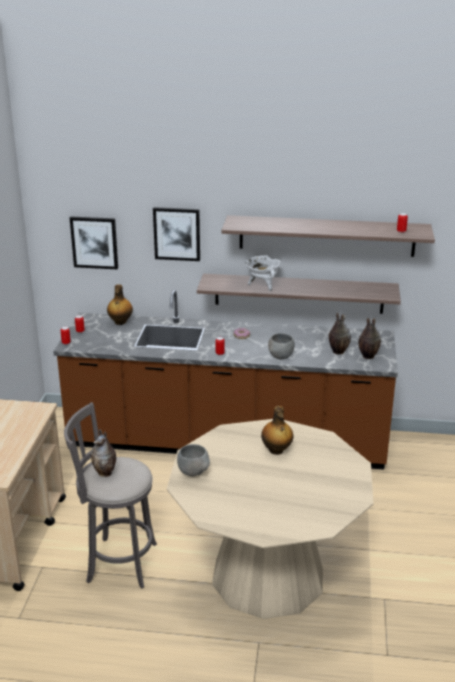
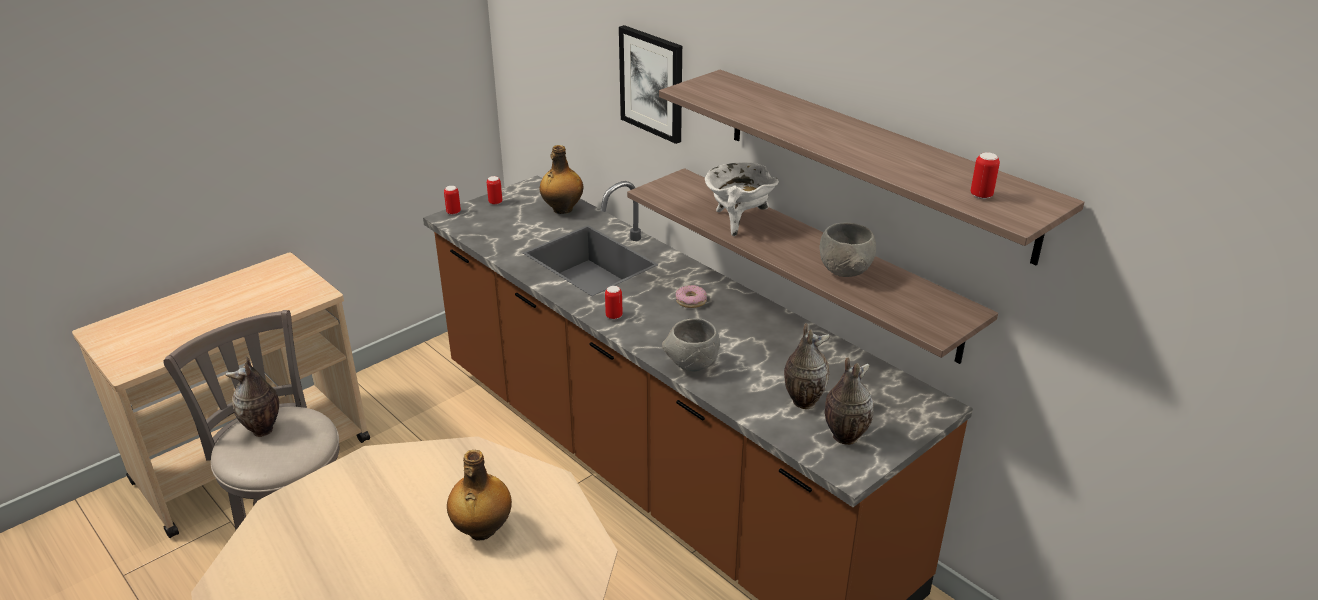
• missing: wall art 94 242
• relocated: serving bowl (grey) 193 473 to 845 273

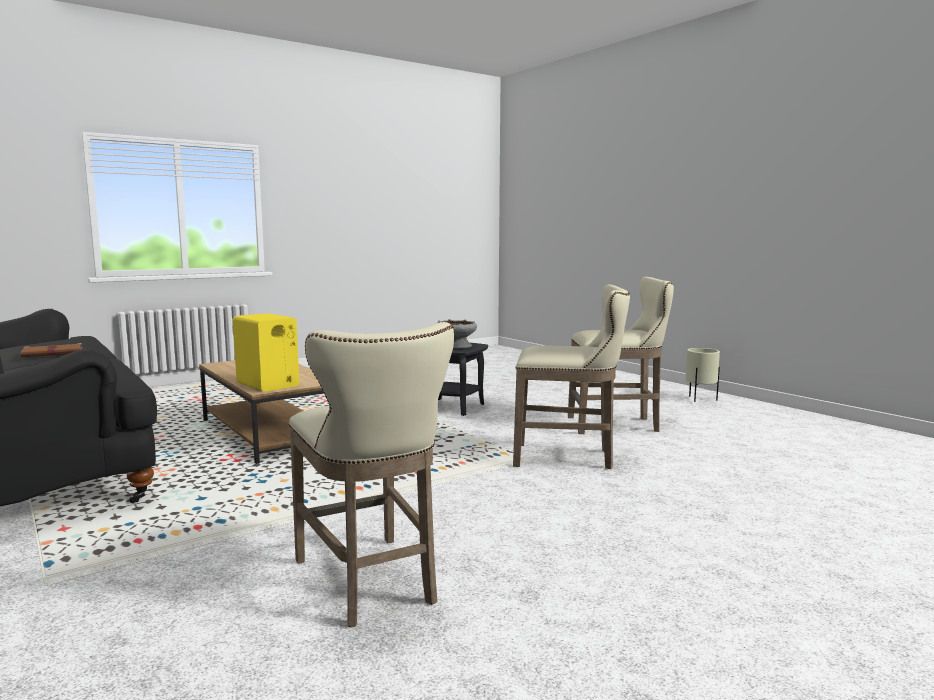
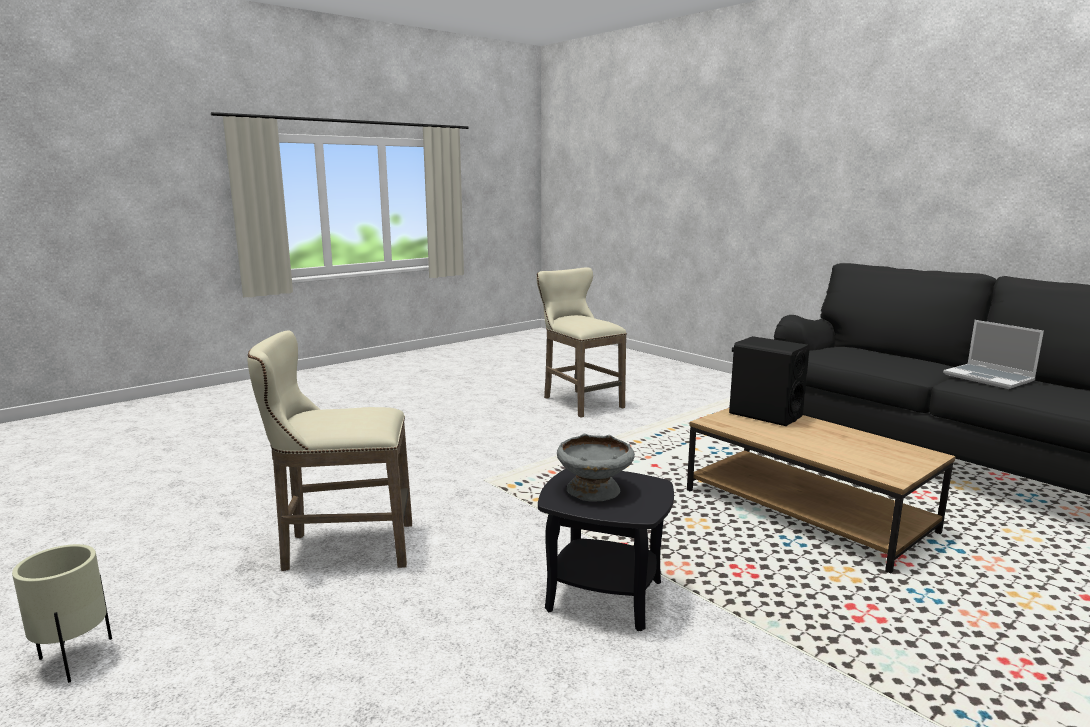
• missing: stool (beige-coloured) 569 458
• colour: loudspeaker (yellow) 268 384 to loudspeaker (blackish) 765 415
• exchanged: volume (brown) 54 353 to laptop 989 378

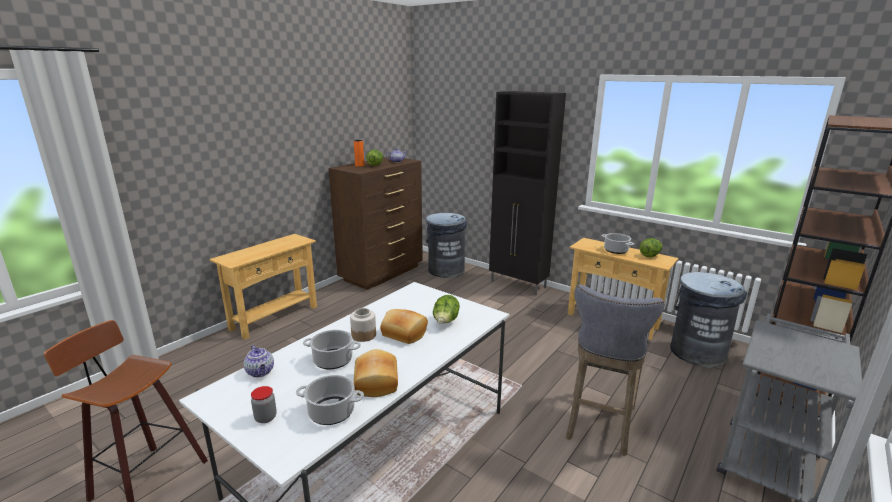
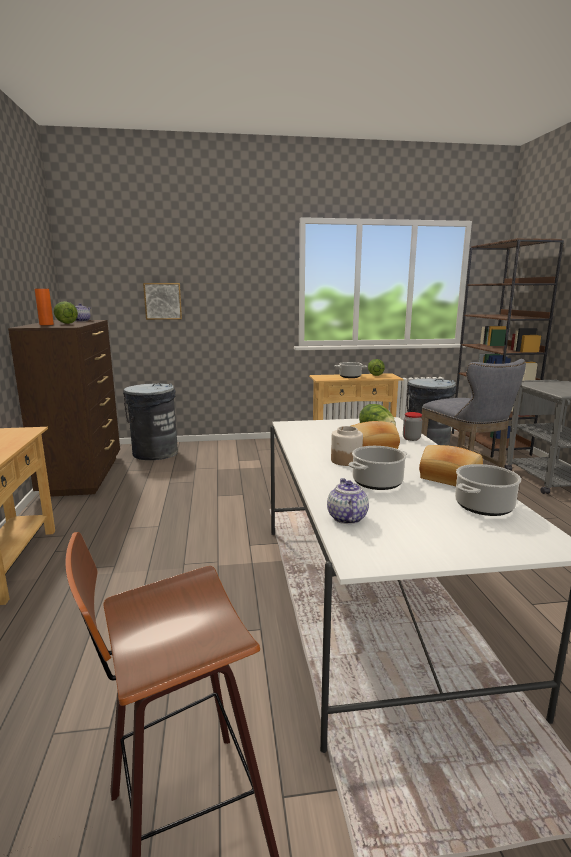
• missing: cabinet (blackish) 518 285
• spun: pot for tea 261 372 = 346 517 105 degrees counterclockwise
• relocated: storage jar 265 417 to 411 438
• appeared: wall art 163 301

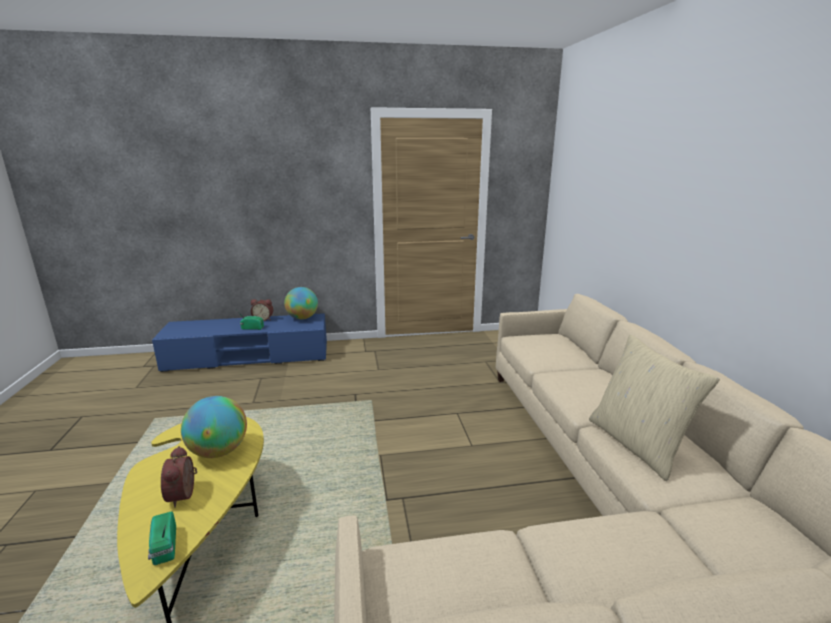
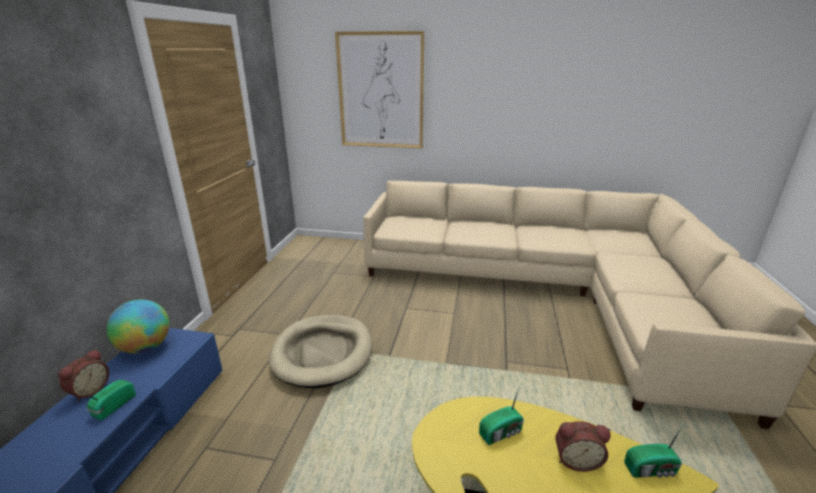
• missing: pillow (beige-coloured) 637 444
• exchanged: desk globe 219 451 to radio receiver 502 432
• appeared: wall art 381 91
• appeared: pet bed (beige-coloured) 323 353

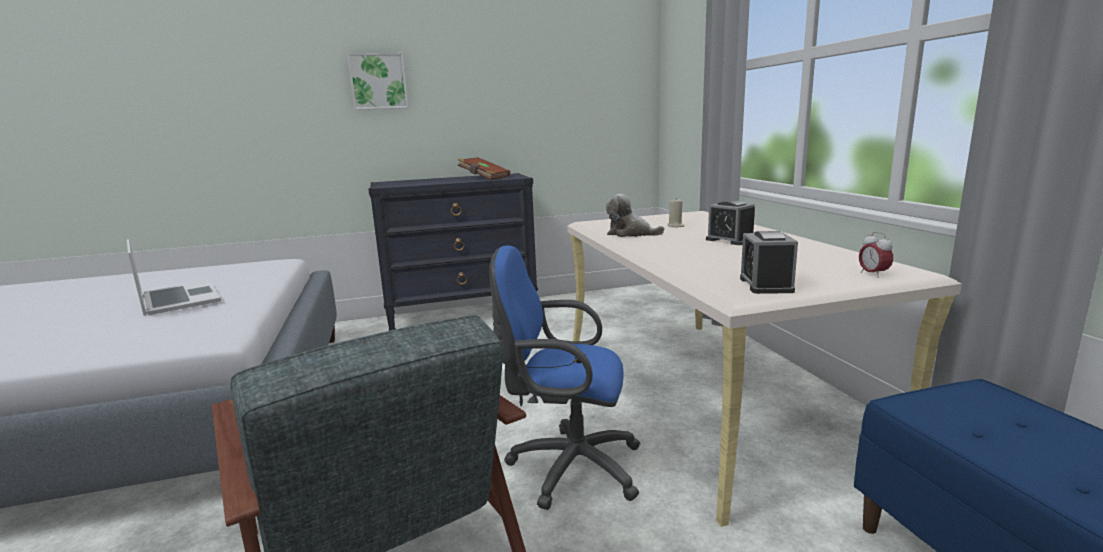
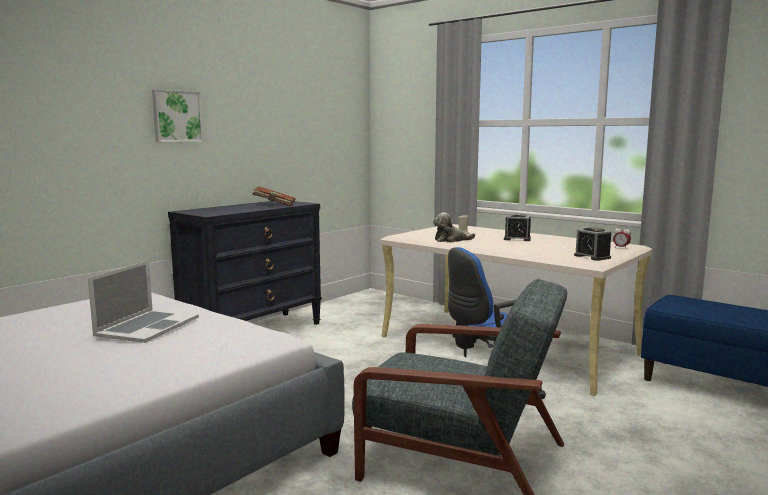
• spun: laptop 178 298 = 147 326 90 degrees clockwise

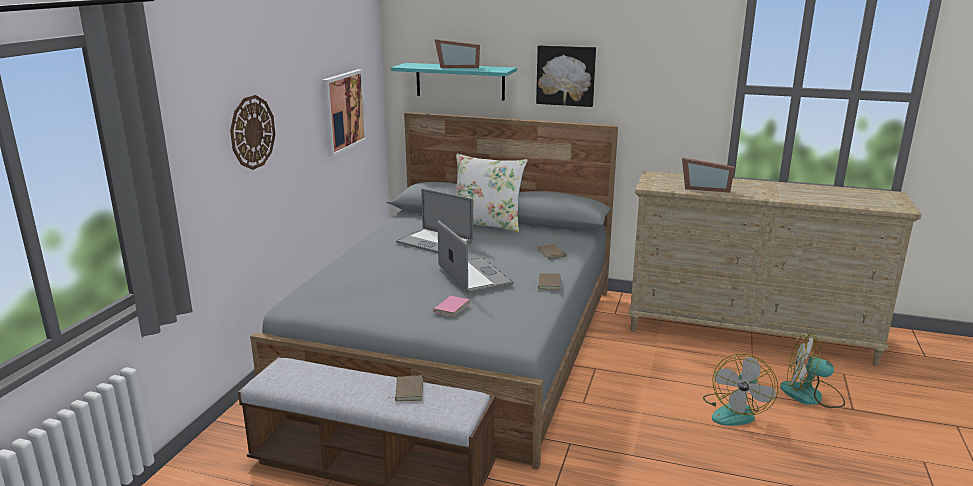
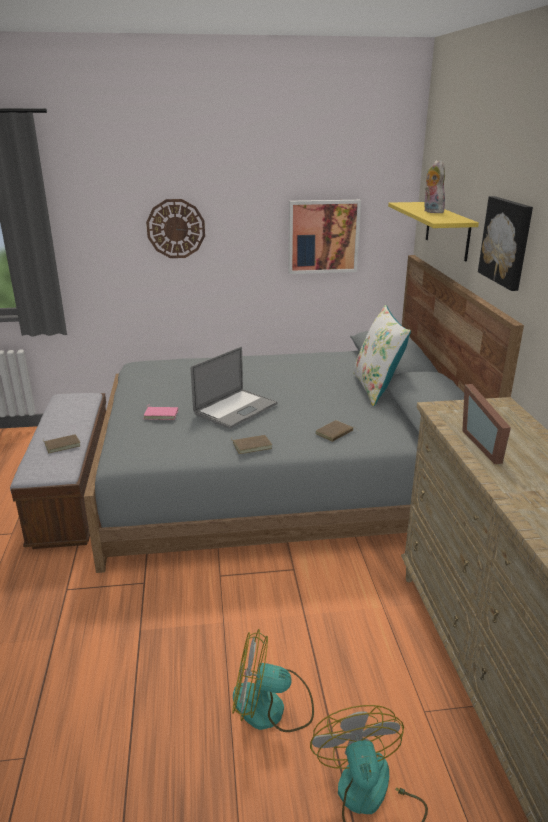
• exchanged: standing frame 457 67 to soft toy 431 211
• colour: bracket shelf (turquoise) 460 81 to bracket shelf (yellow) 447 230
• missing: laptop 435 242

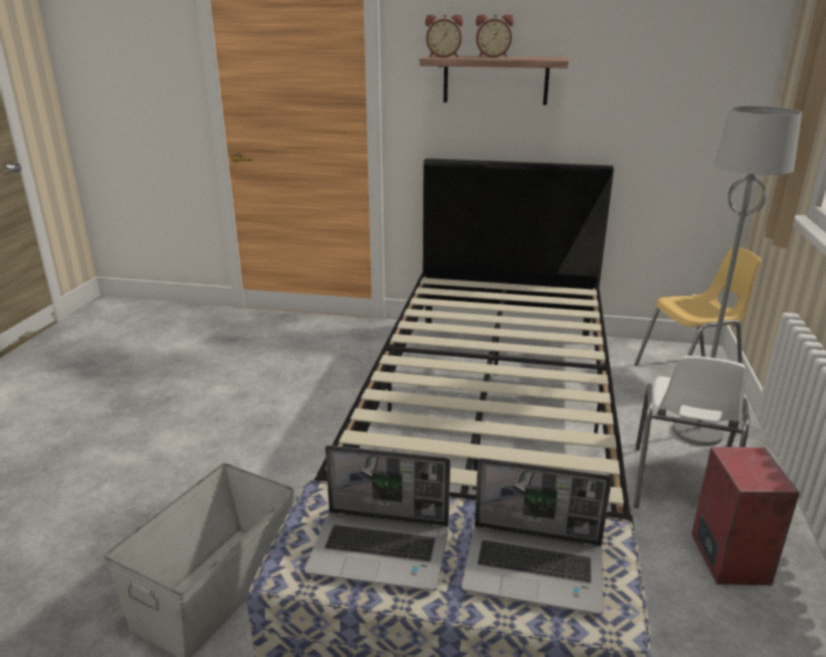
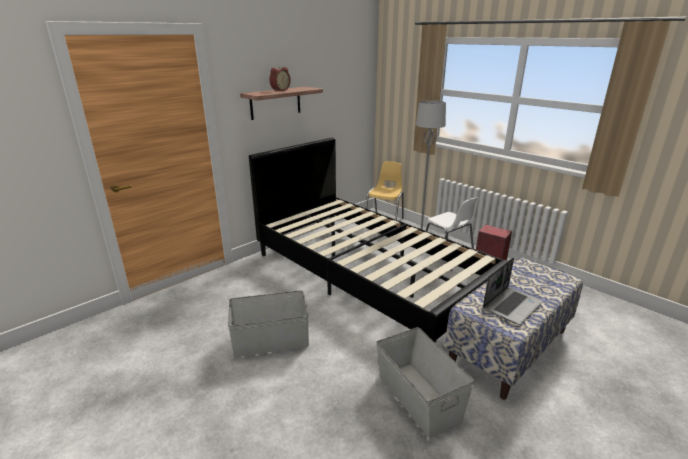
• missing: alarm clock 443 57
• missing: laptop 535 569
• appeared: storage box (grey) 270 340

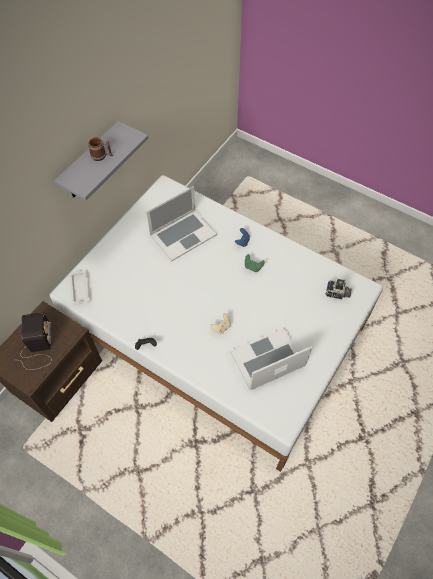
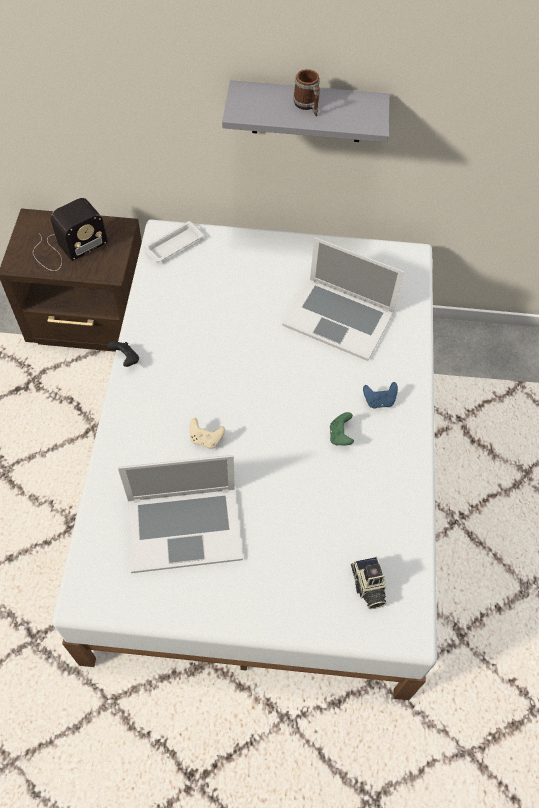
• spun: laptop 268 359 = 184 527 135 degrees clockwise

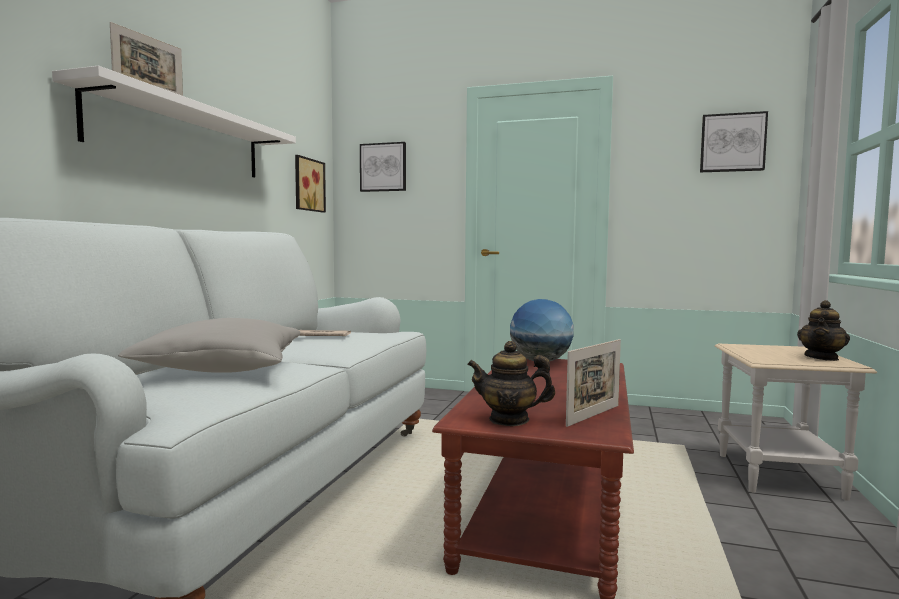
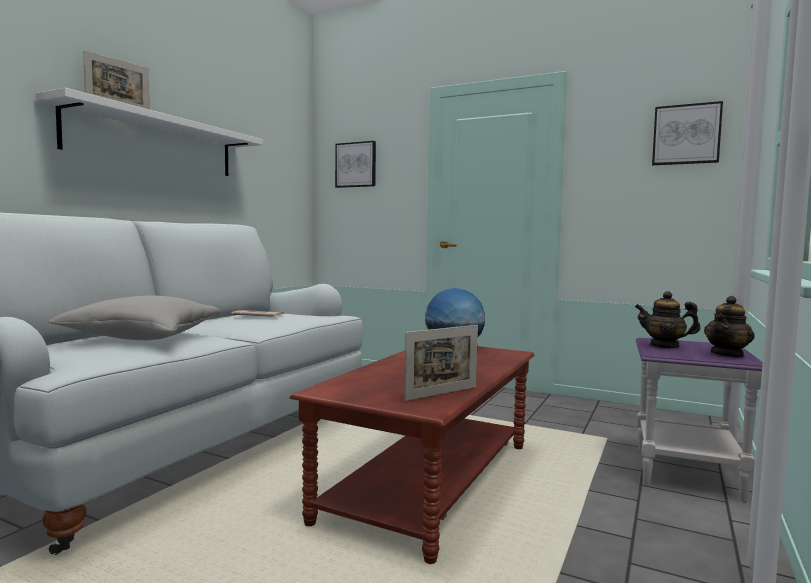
• missing: wall art 307 185
• relocated: pot for tea 509 420 to 664 346
• colour: side table (beige-coloured) 779 476 to side table (purple) 687 473

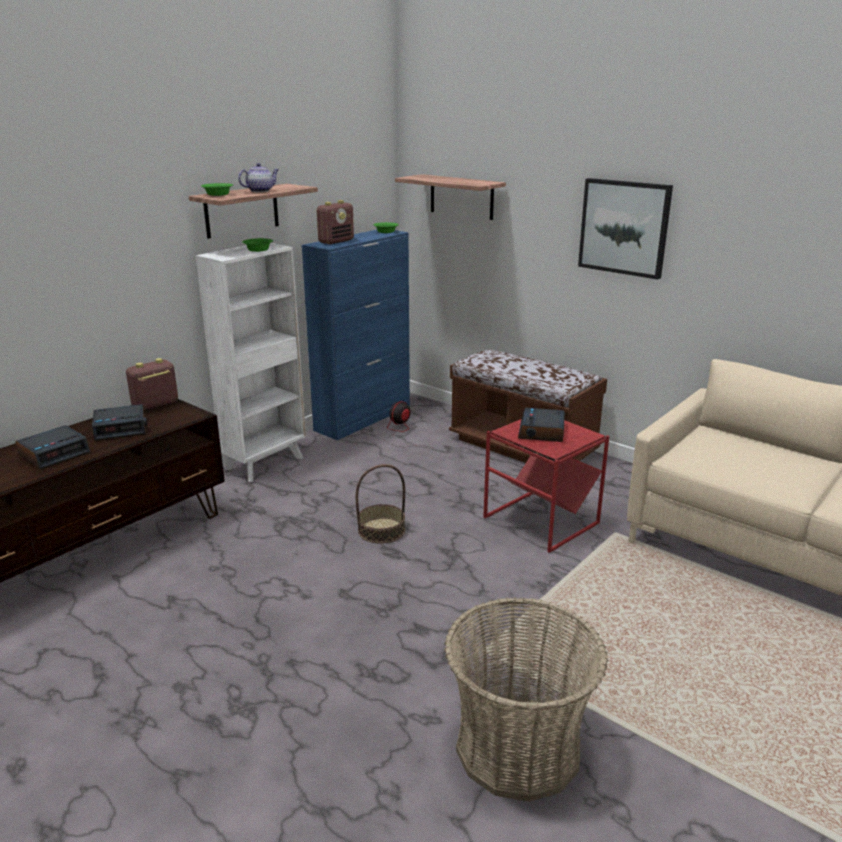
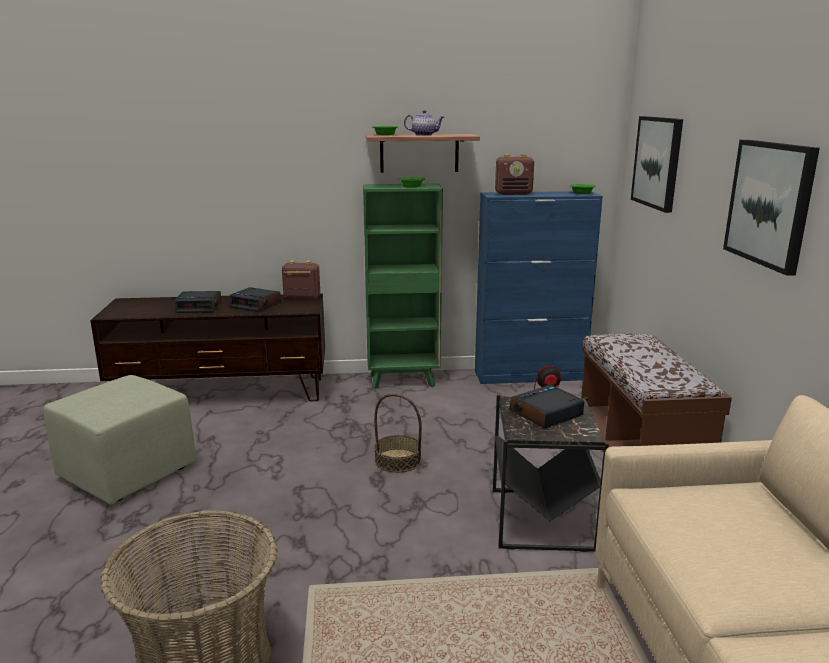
• exchanged: bracket shelf 461 197 to wall art 658 162
• colour: bookshelf (white) 266 463 to bookshelf (green) 403 380
• colour: side table (reddish) 541 521 to side table (blackish) 540 520
• appeared: footrest (green) 128 472

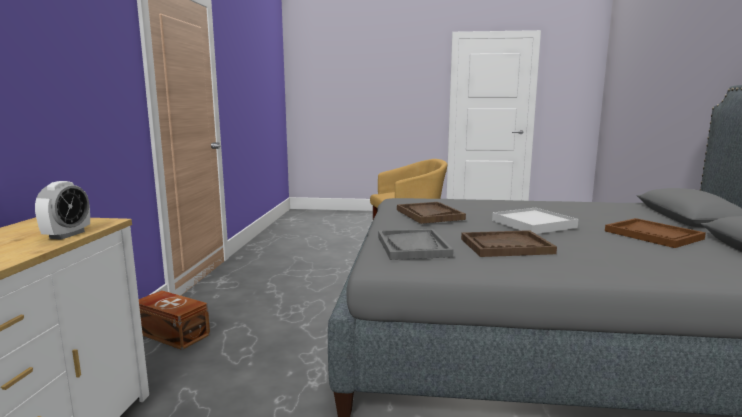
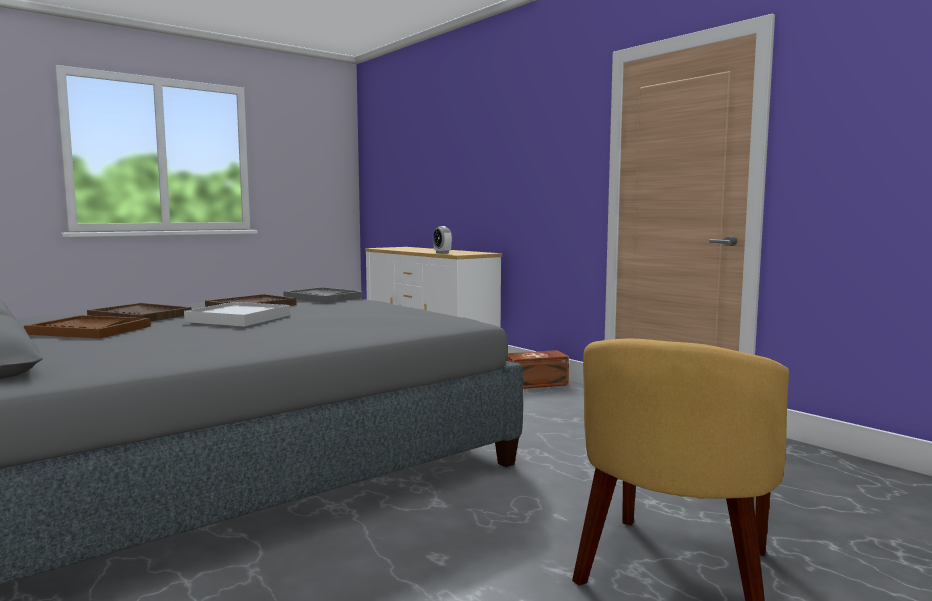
• relocated: carrying tray (brown) 429 214 to 140 316

